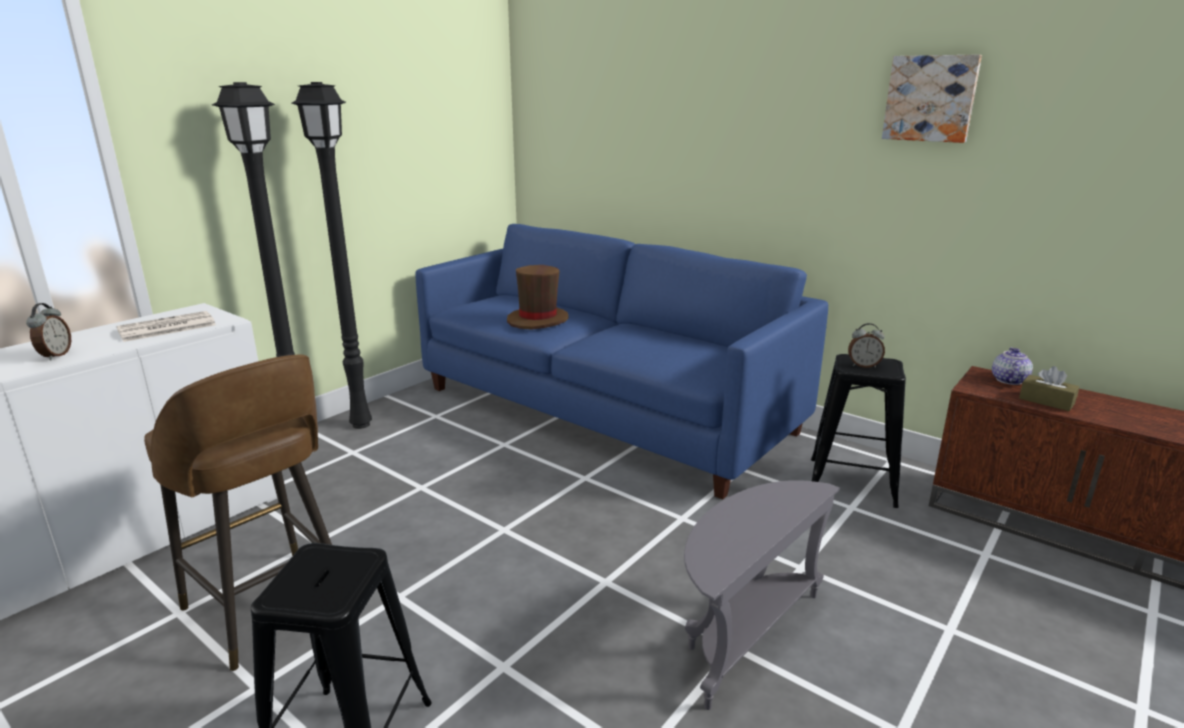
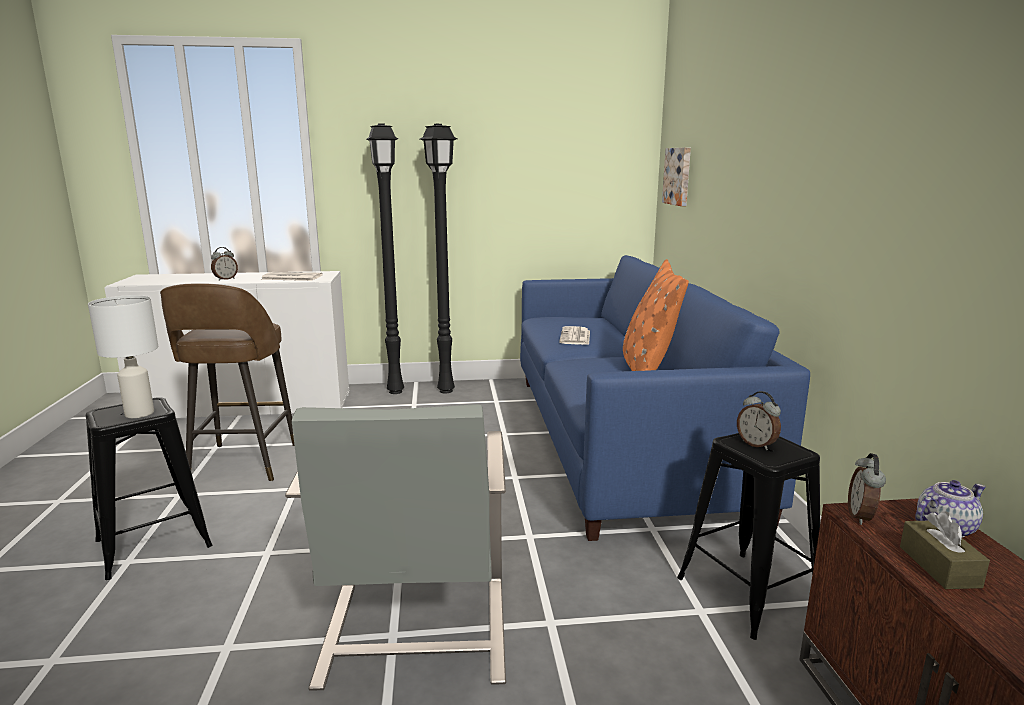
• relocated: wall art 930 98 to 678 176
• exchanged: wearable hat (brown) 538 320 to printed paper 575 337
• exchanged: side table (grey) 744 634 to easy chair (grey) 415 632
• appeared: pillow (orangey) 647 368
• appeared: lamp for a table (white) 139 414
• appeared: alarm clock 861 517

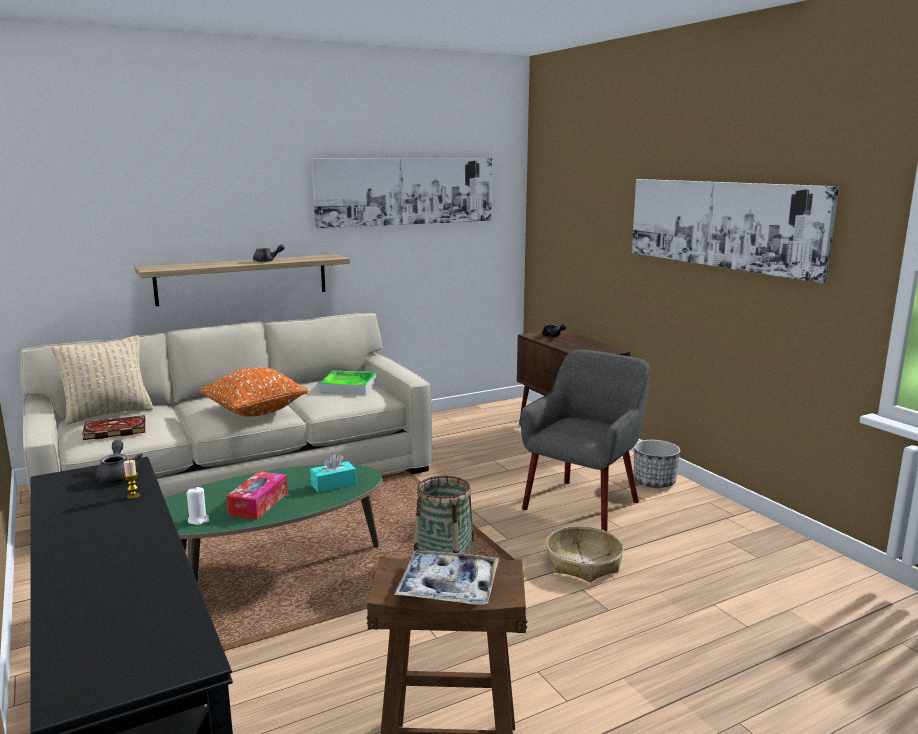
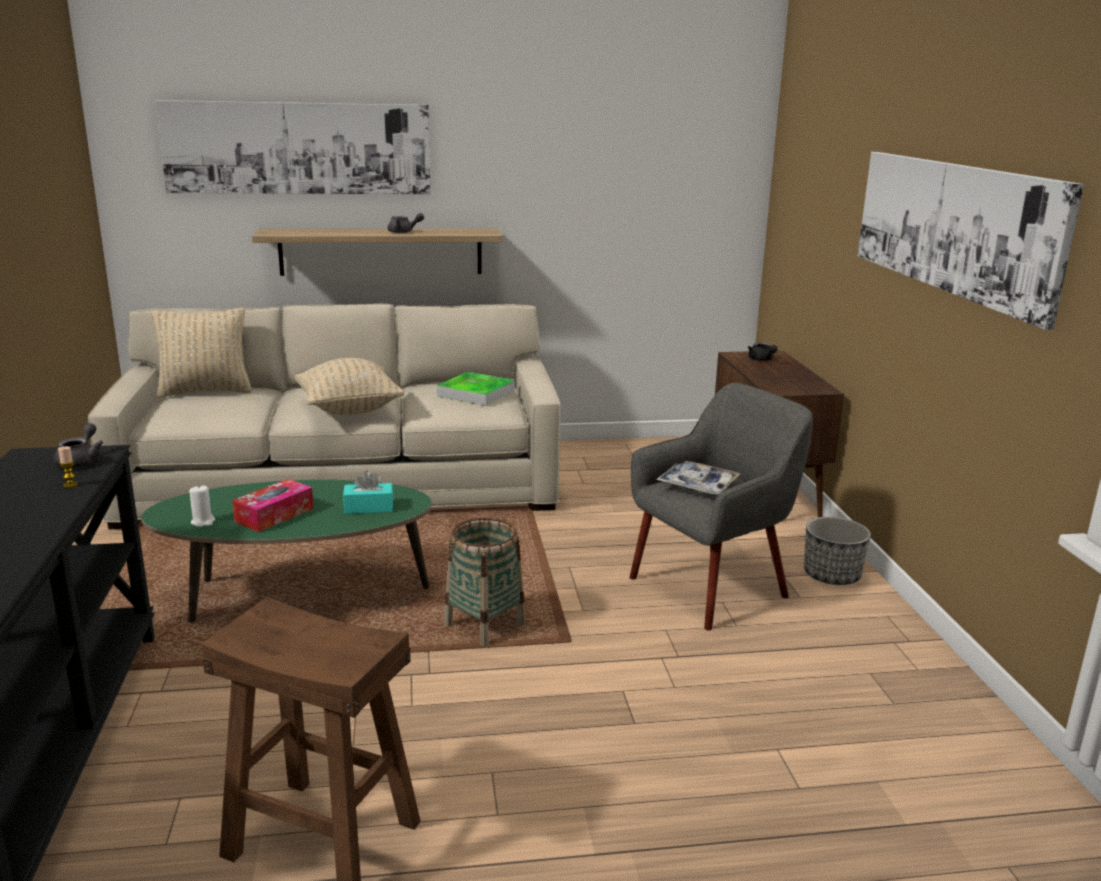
• relocated: wall art 406 191 to 298 148
• colour: pillow (orangey) 255 411 to pillow (beige-coloured) 349 409
• missing: volume 113 431
• missing: household basket 583 563
• relocated: carrying tray 448 587 to 697 485

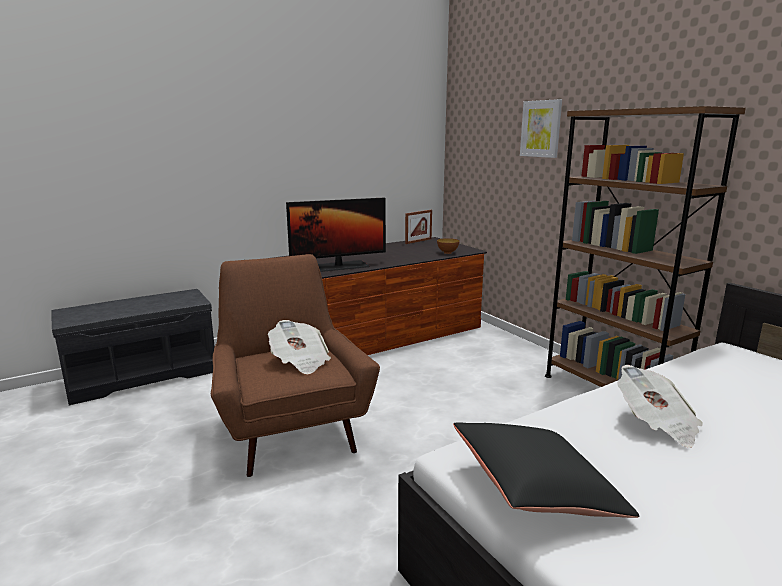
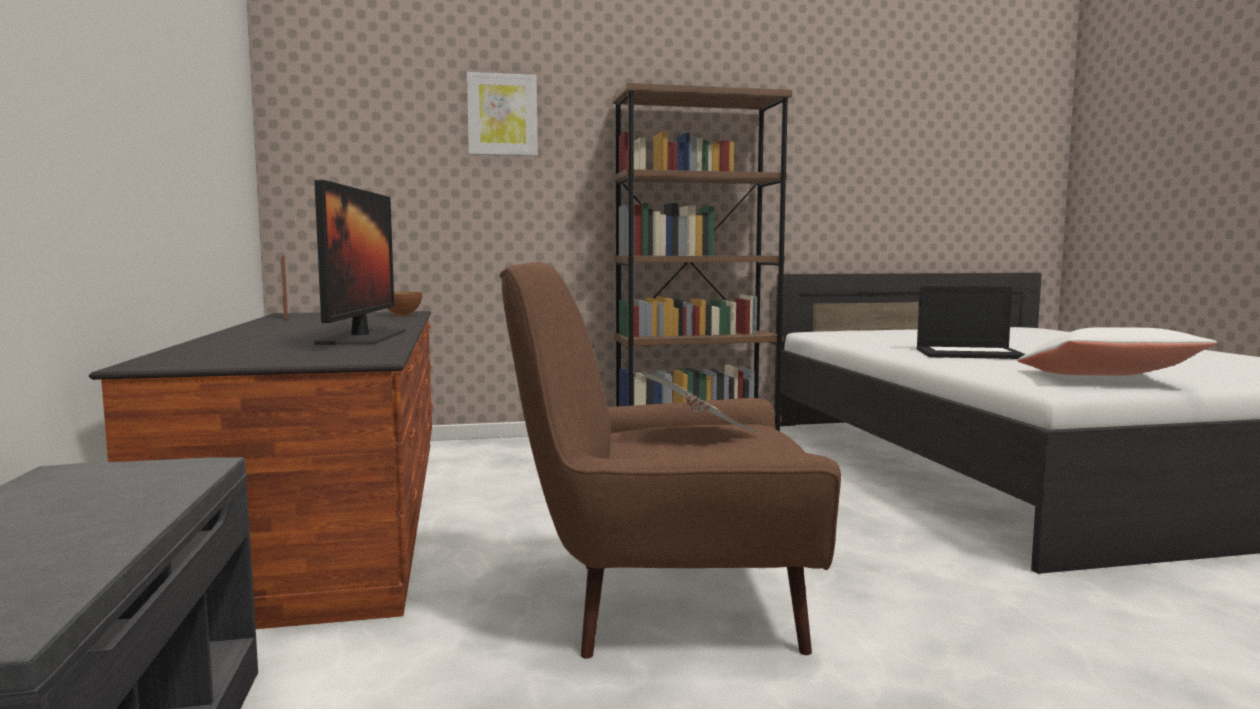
• exchanged: printed paper 657 424 to laptop 970 353
• colour: pillow (blackish) 536 490 to pillow (white) 1106 379

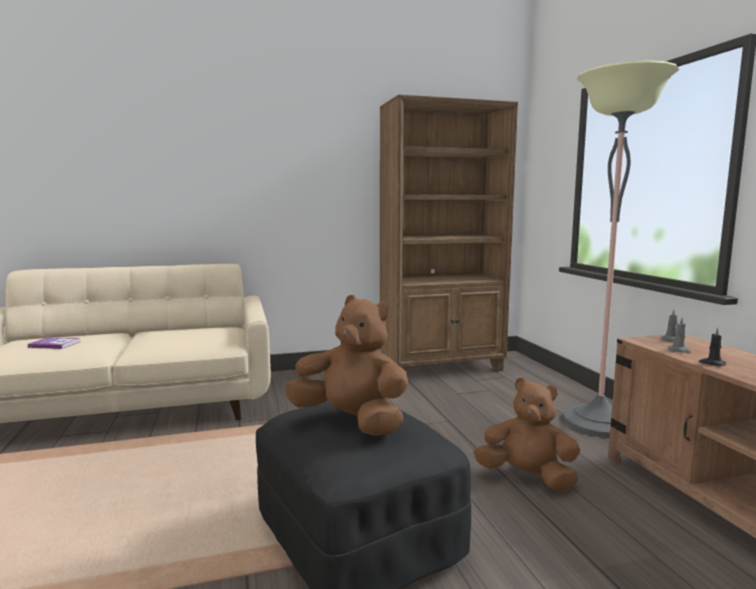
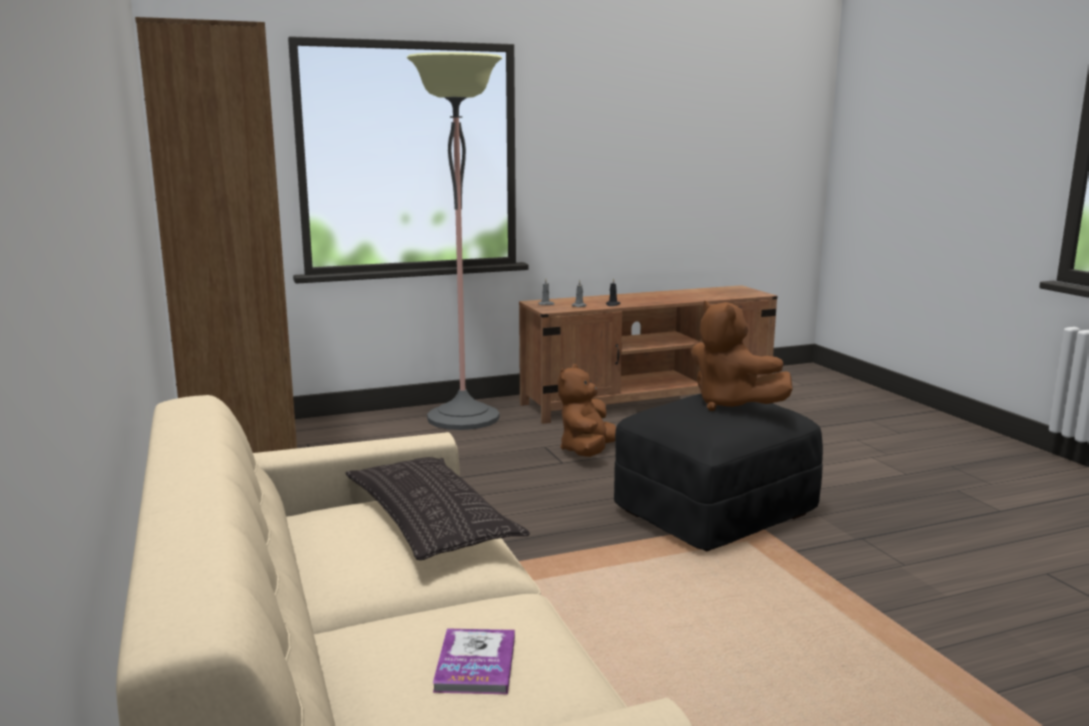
• spun: soft toy (brown) 351 422 = 731 404 60 degrees counterclockwise
• appeared: pillow 430 519

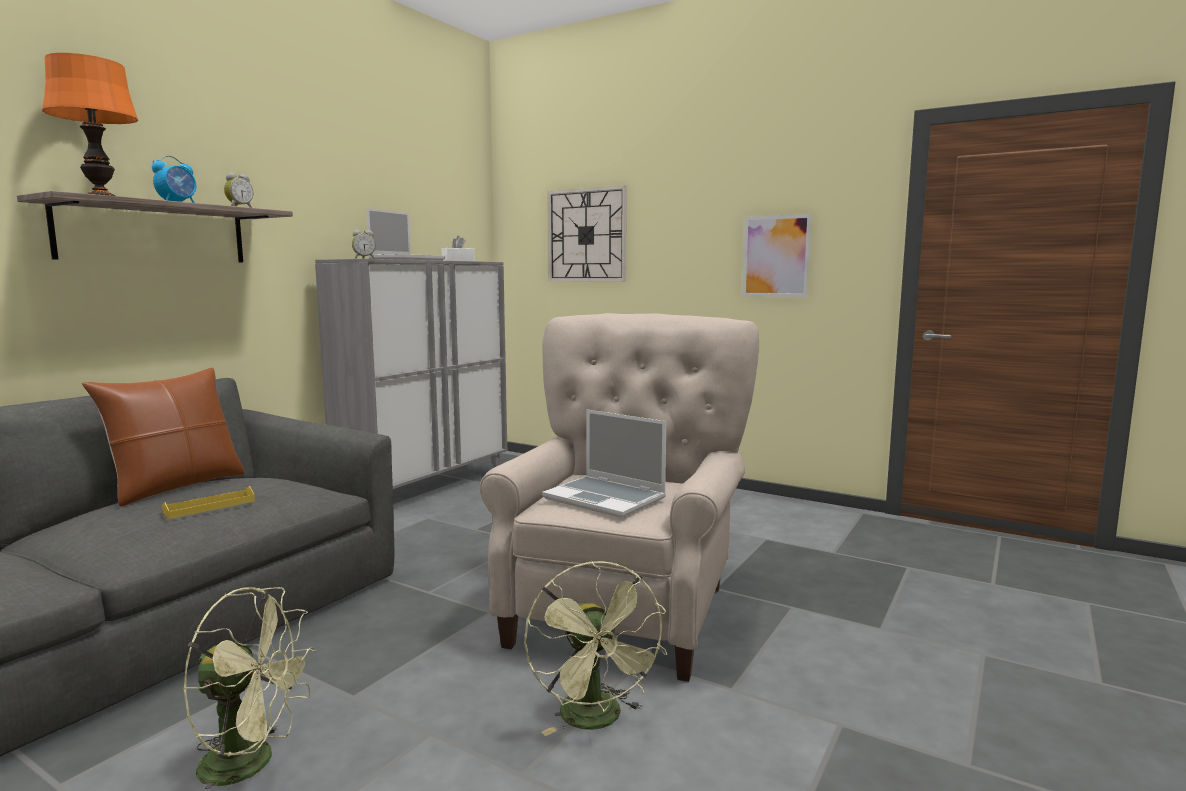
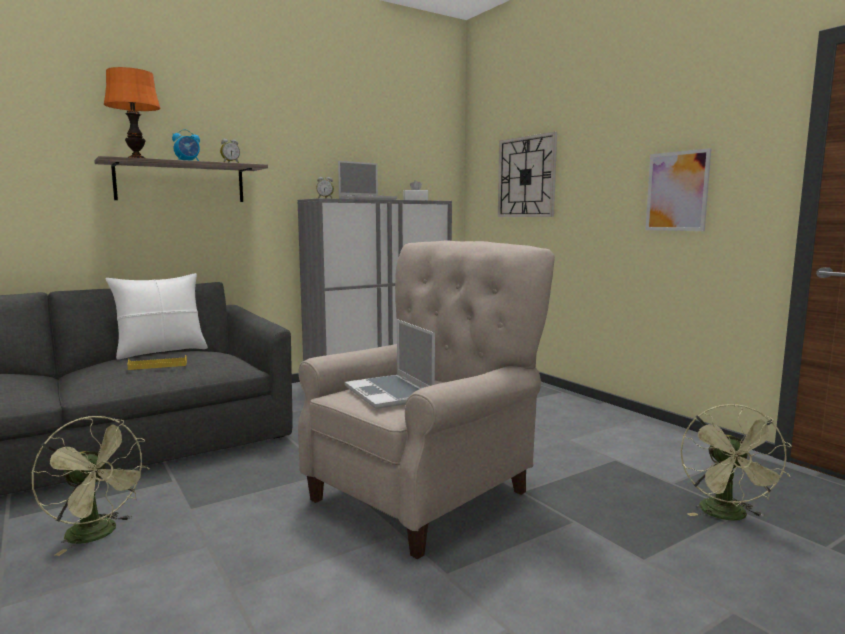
• colour: pillow (brown) 176 486 to pillow (white) 161 351
• relocated: cooling fan (green) 597 720 to 728 516

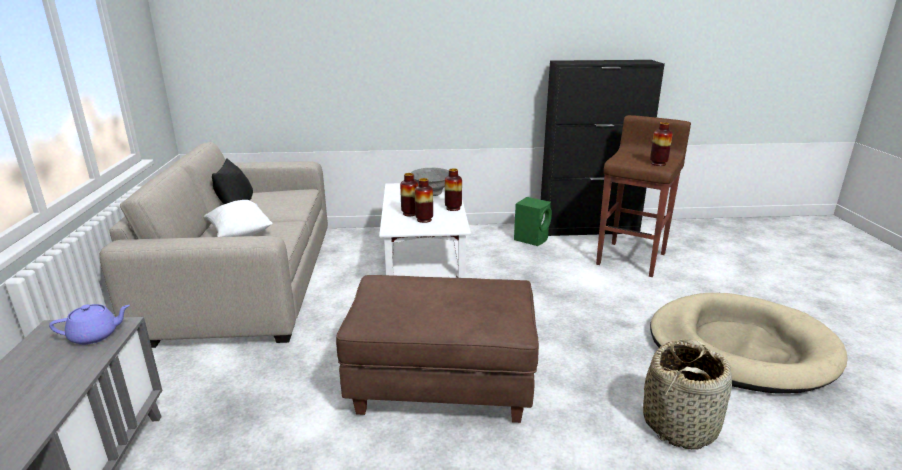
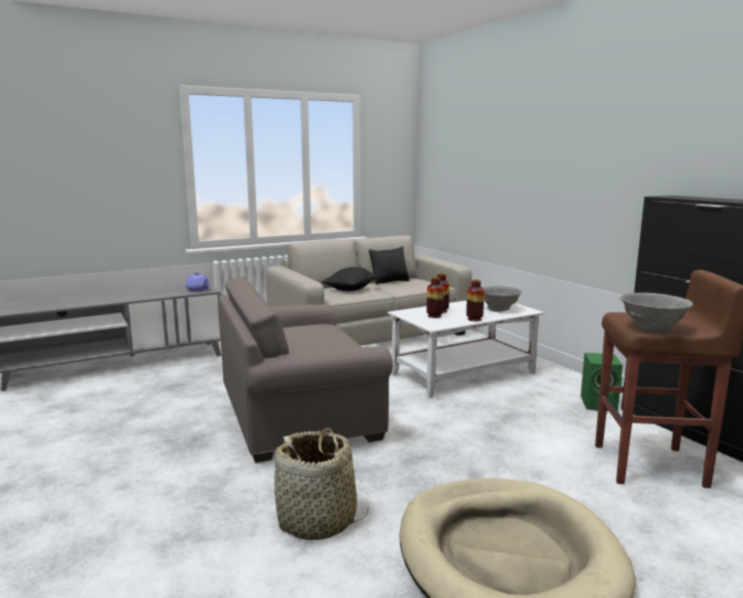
• exchanged: flower vase 658 164 to serving bowl (grey) 652 328
• colour: pillow (white) 240 234 to pillow (blackish) 350 290
• exchanged: footrest (brown) 442 385 to easy chair (grey) 299 413

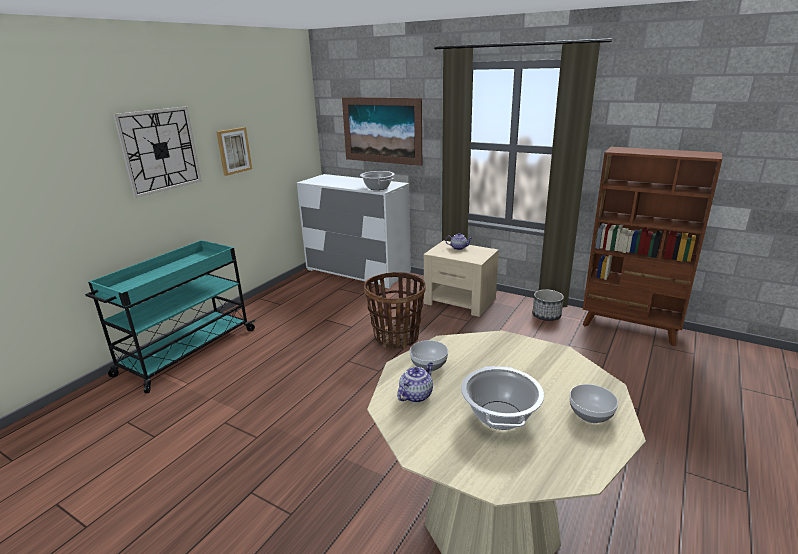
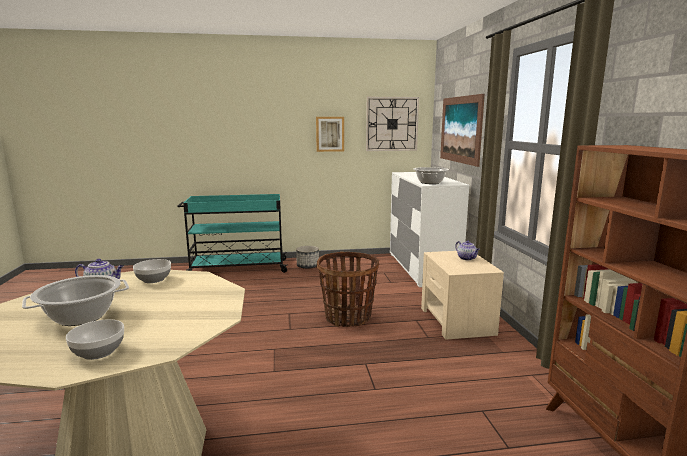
• relocated: clock on the wall 160 150 to 392 124
• relocated: flower pot 546 316 to 308 266

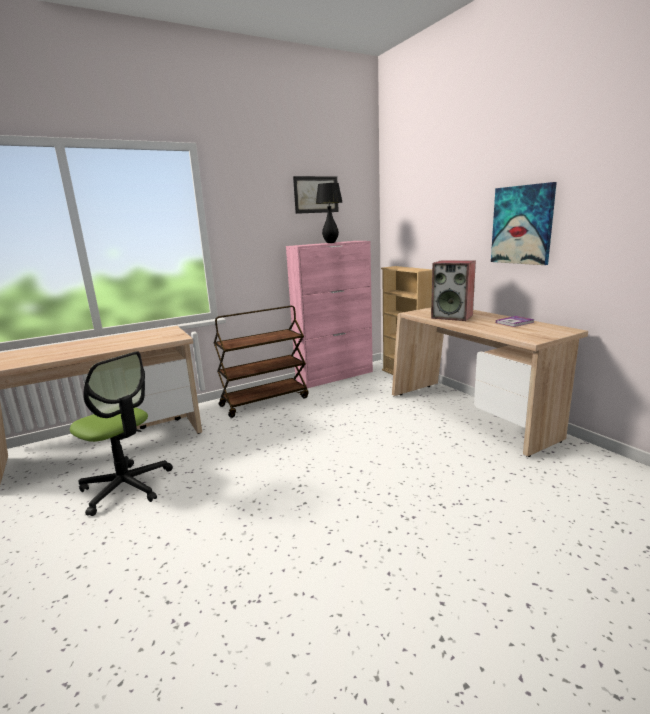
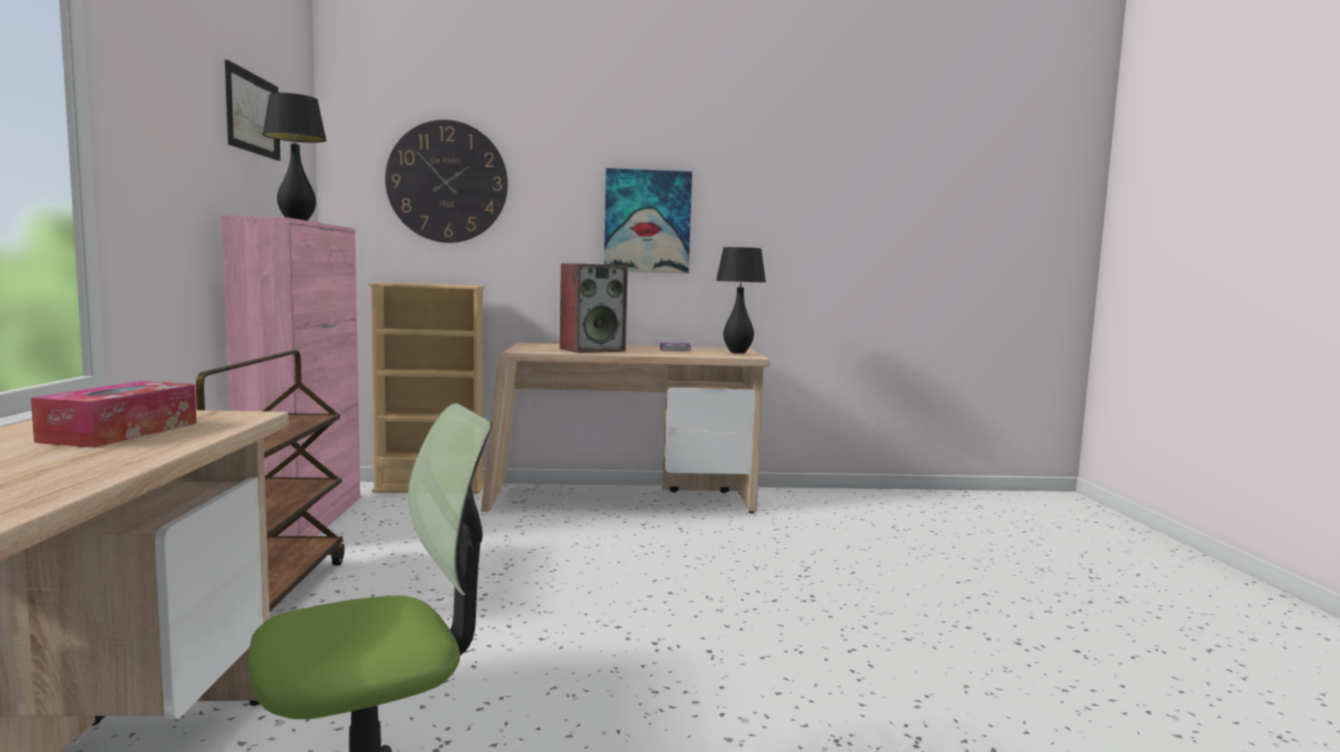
• appeared: clock on the wall 447 182
• appeared: lamp for a table (blackish) 737 352
• appeared: tissue holder 120 432

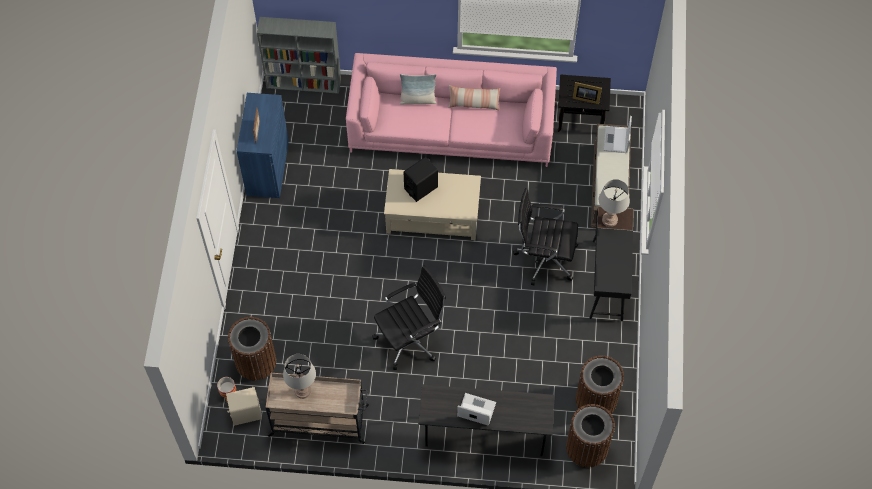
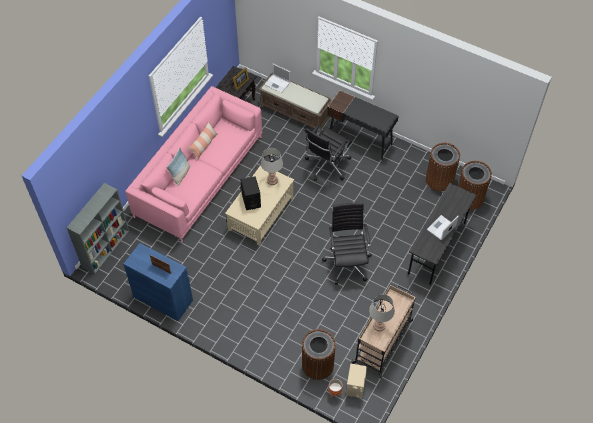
• relocated: lamp for a table (grey) 609 220 to 272 180

